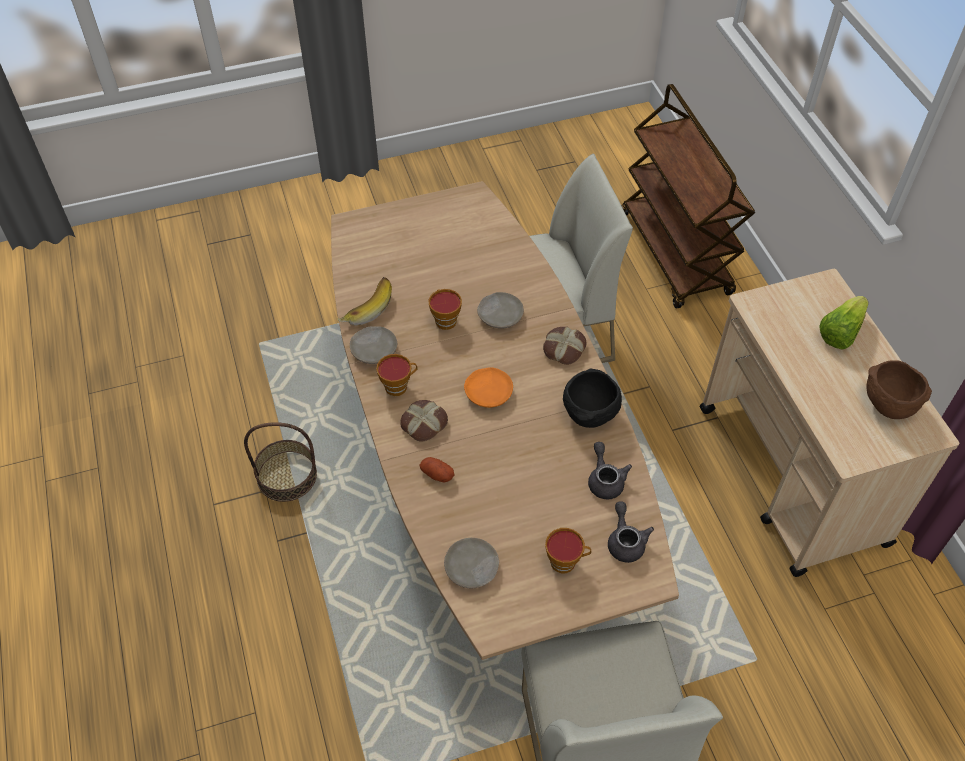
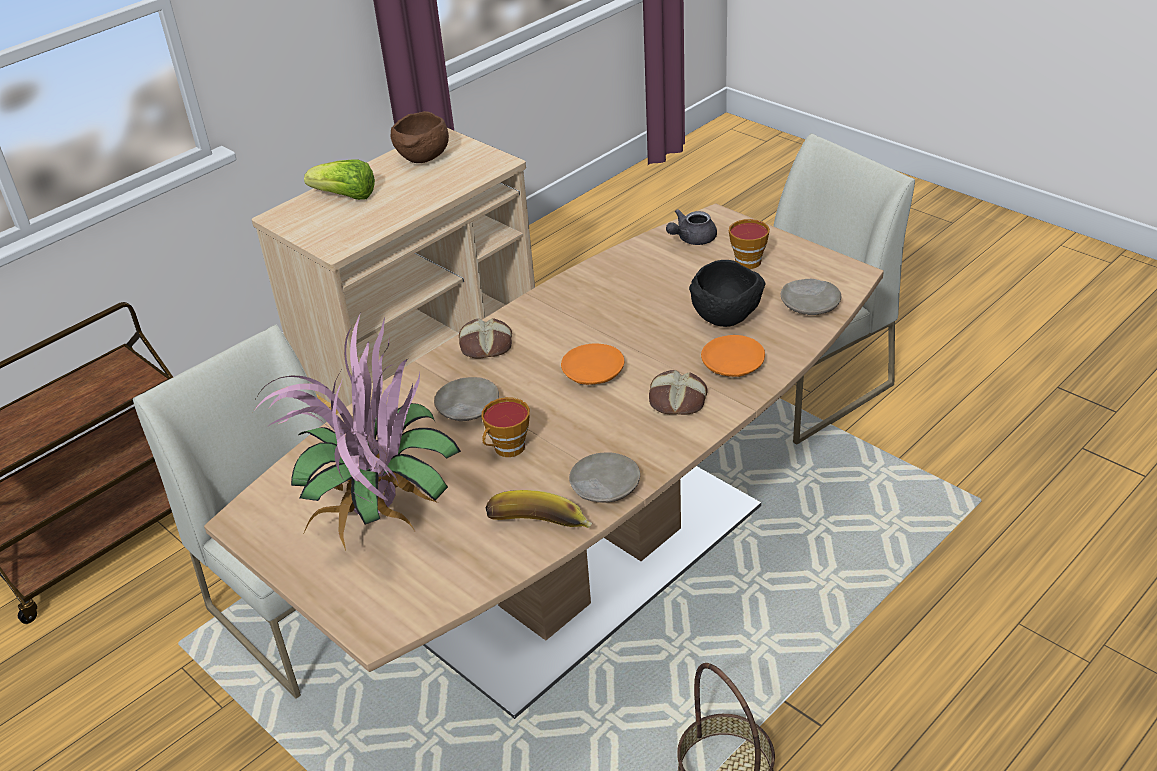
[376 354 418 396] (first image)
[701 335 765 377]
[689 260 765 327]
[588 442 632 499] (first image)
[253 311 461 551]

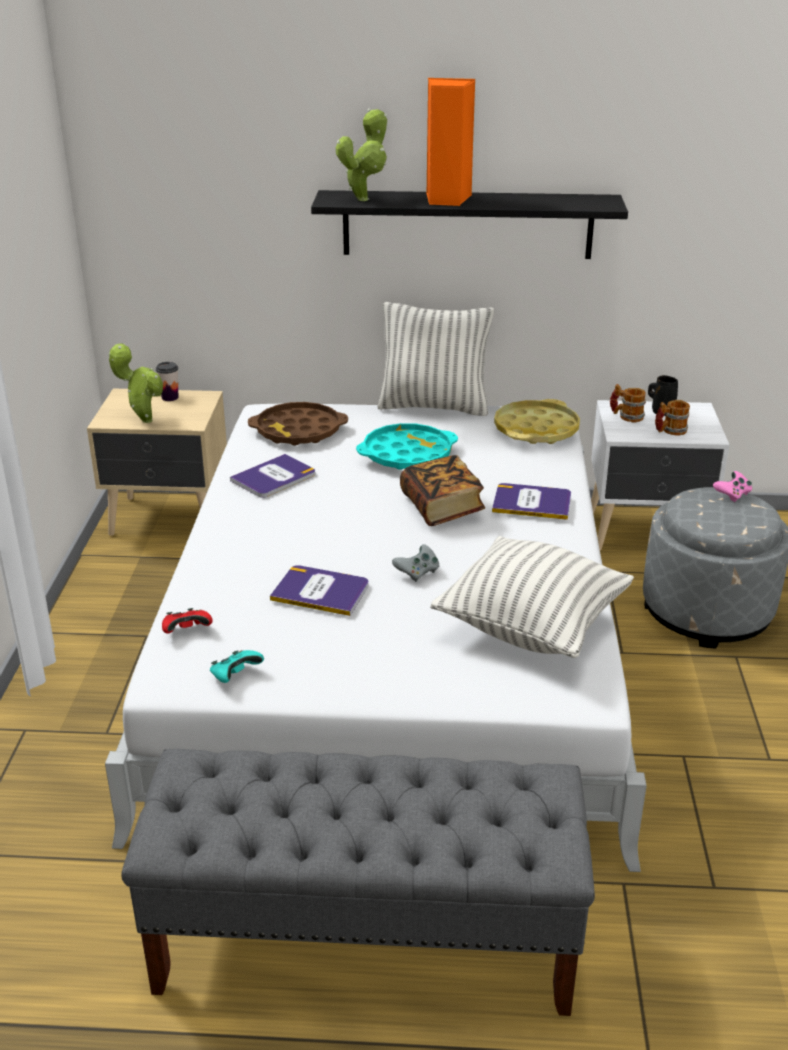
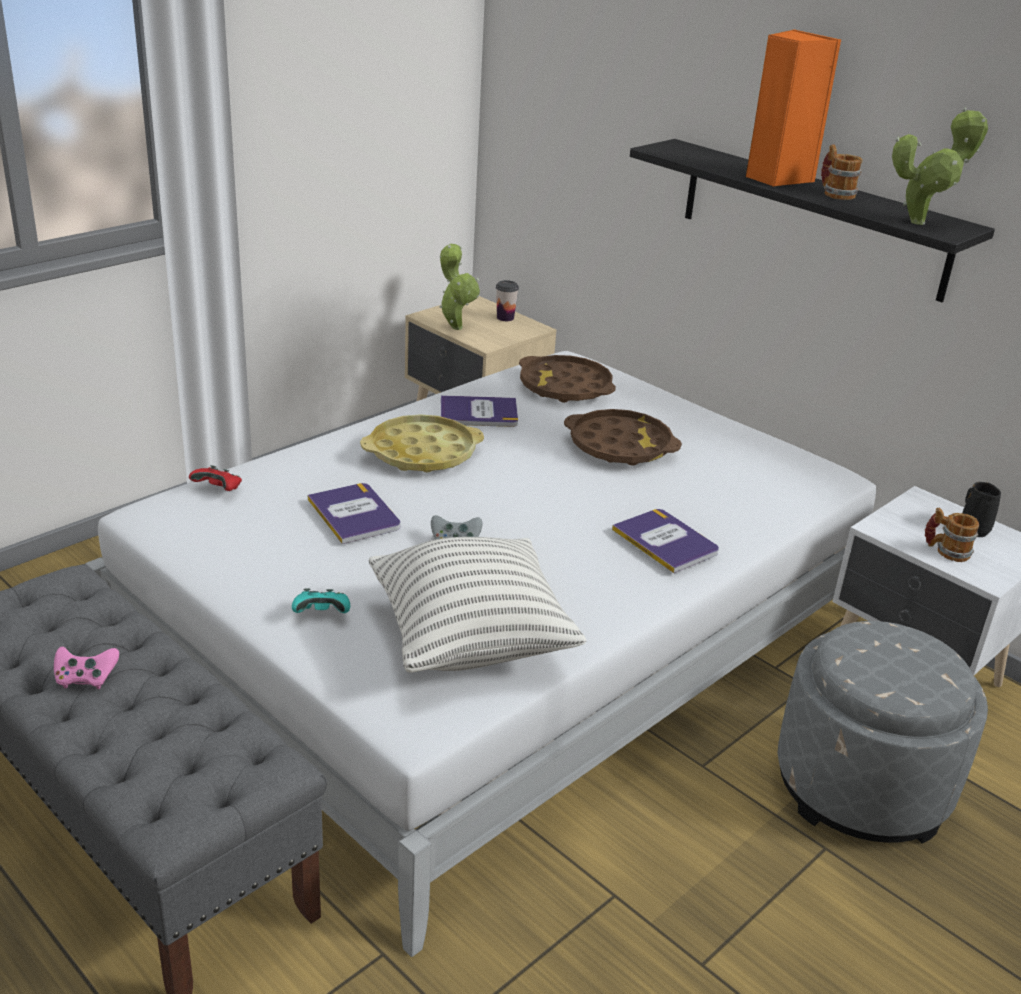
[292 588 350 613]
[892 107 988 225]
[564 409 682 465]
[377 302 494 416] (first image)
[400 455 485 526] (first image)
[360 414 484 473]
[821 144 863 200]
[54 647 119 689]

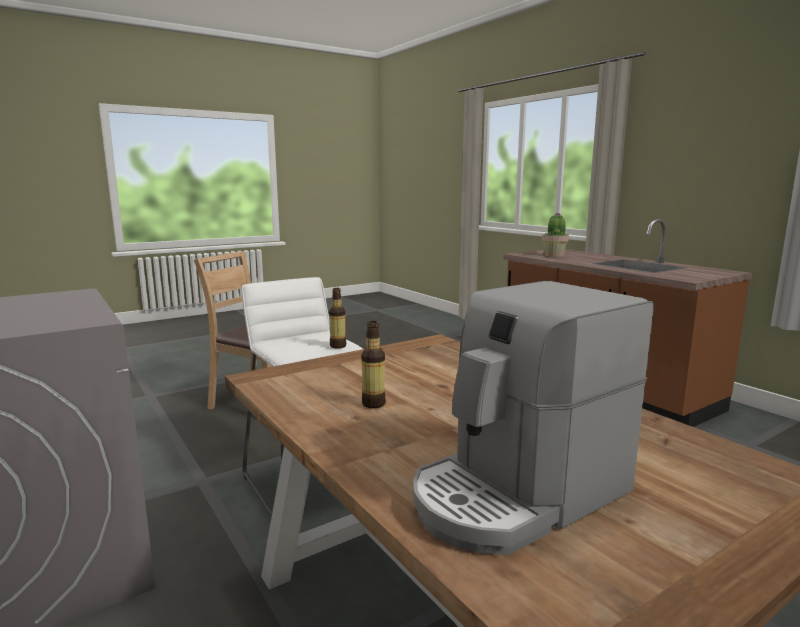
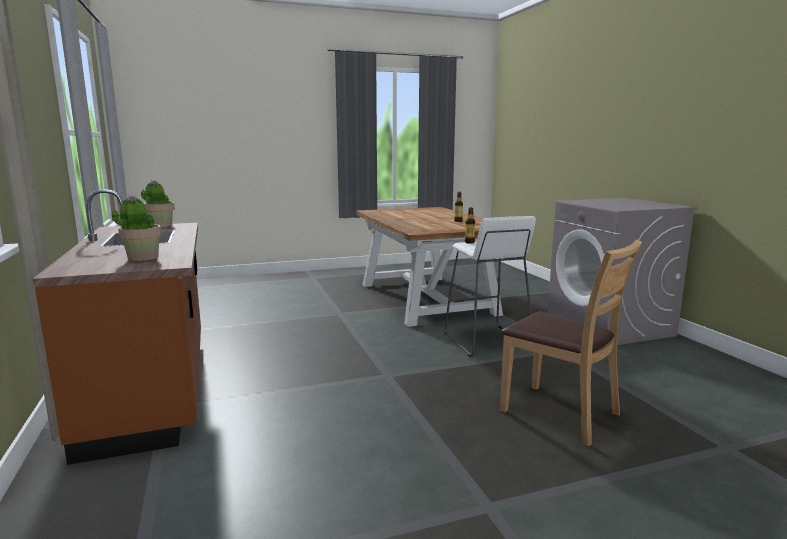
[413 281 654 555] (first image)
[141 180 175 227]

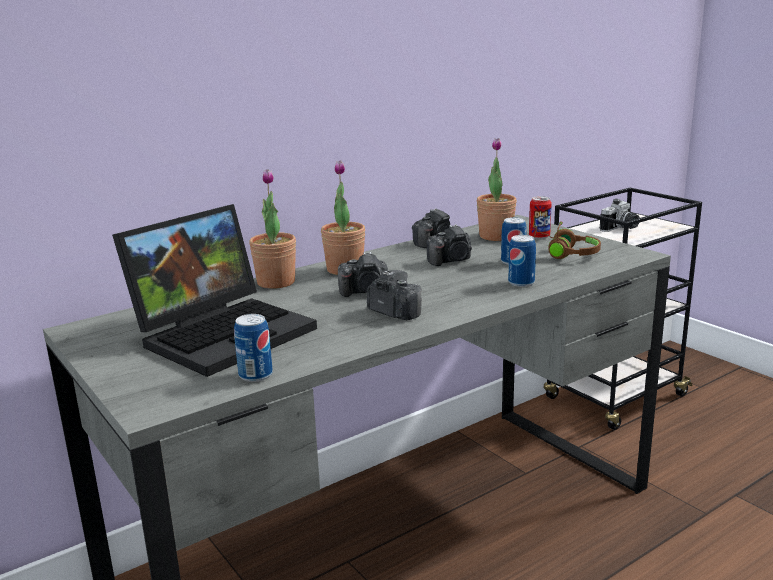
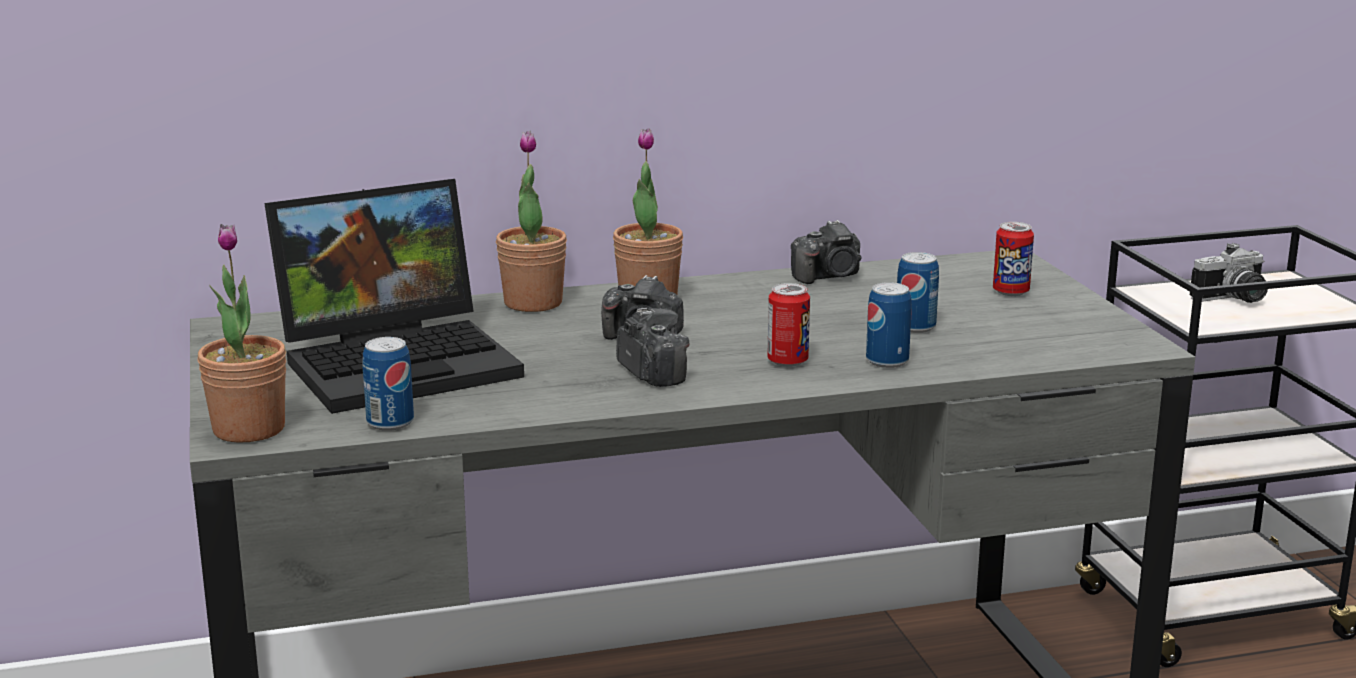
[426 224 472 266] (first image)
[197 224 286 443]
[533 221 601 259] (first image)
[767 283 810 367]

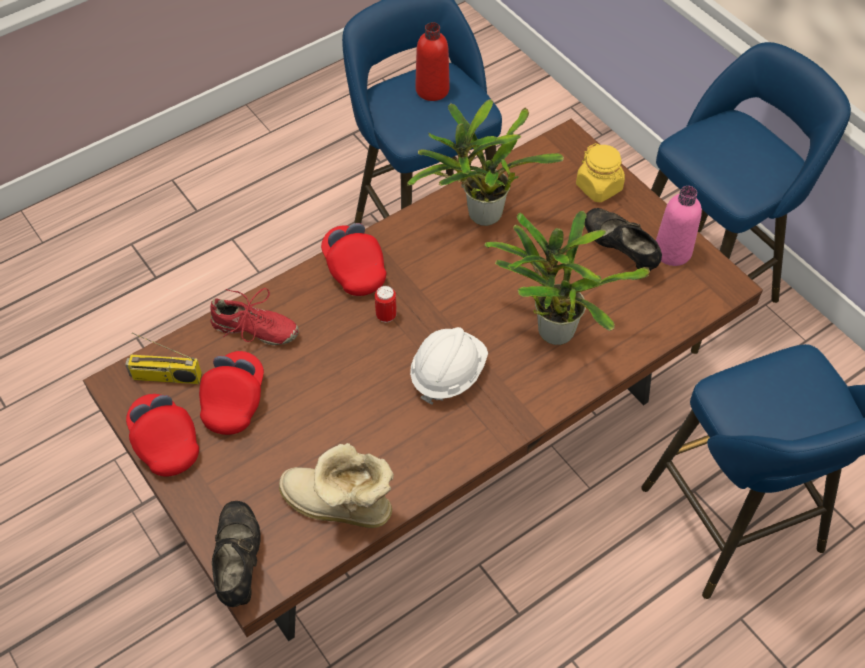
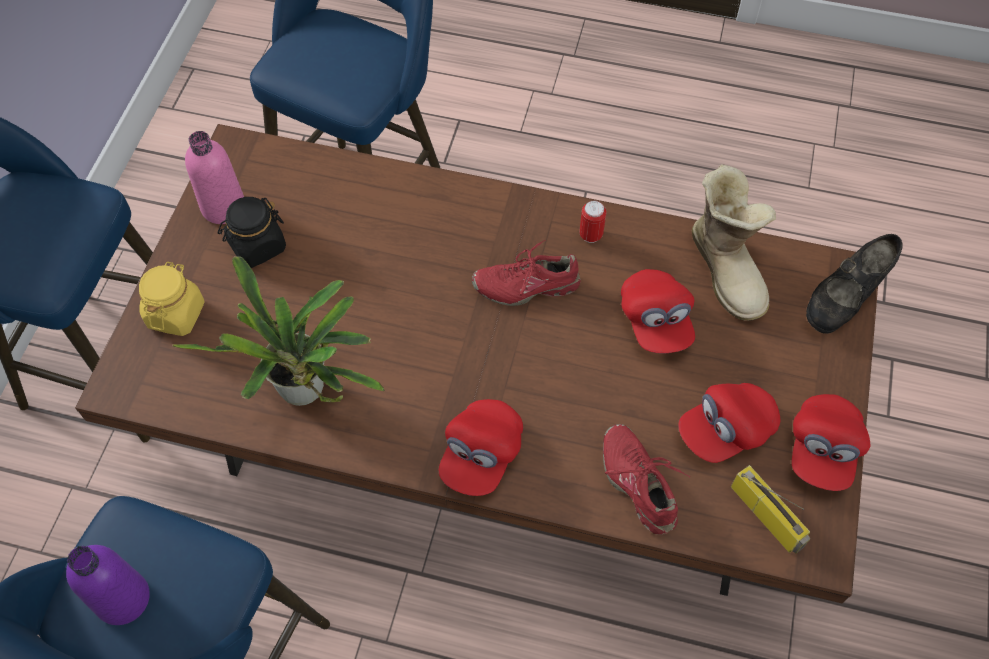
[579 200 606 243]
[472 240 581 306]
[66 545 150 625]
[484 211 650 345] (first image)
[218 197 286 268]
[621 269 695 354]

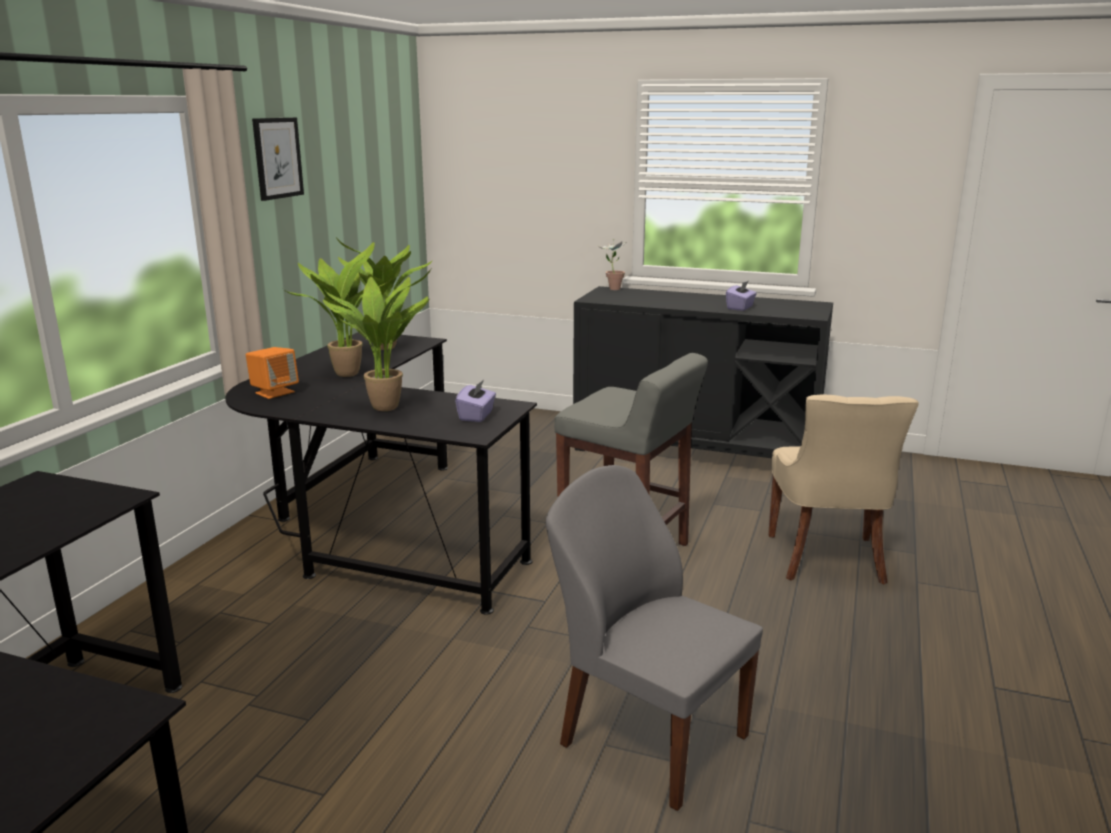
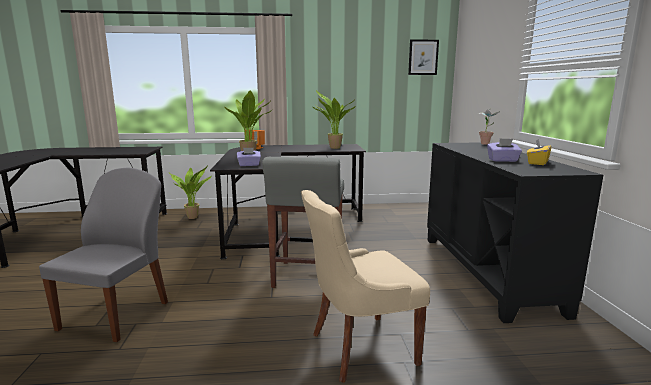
[408 39 439 75]
[169 165 212 219]
[527 139 552 165]

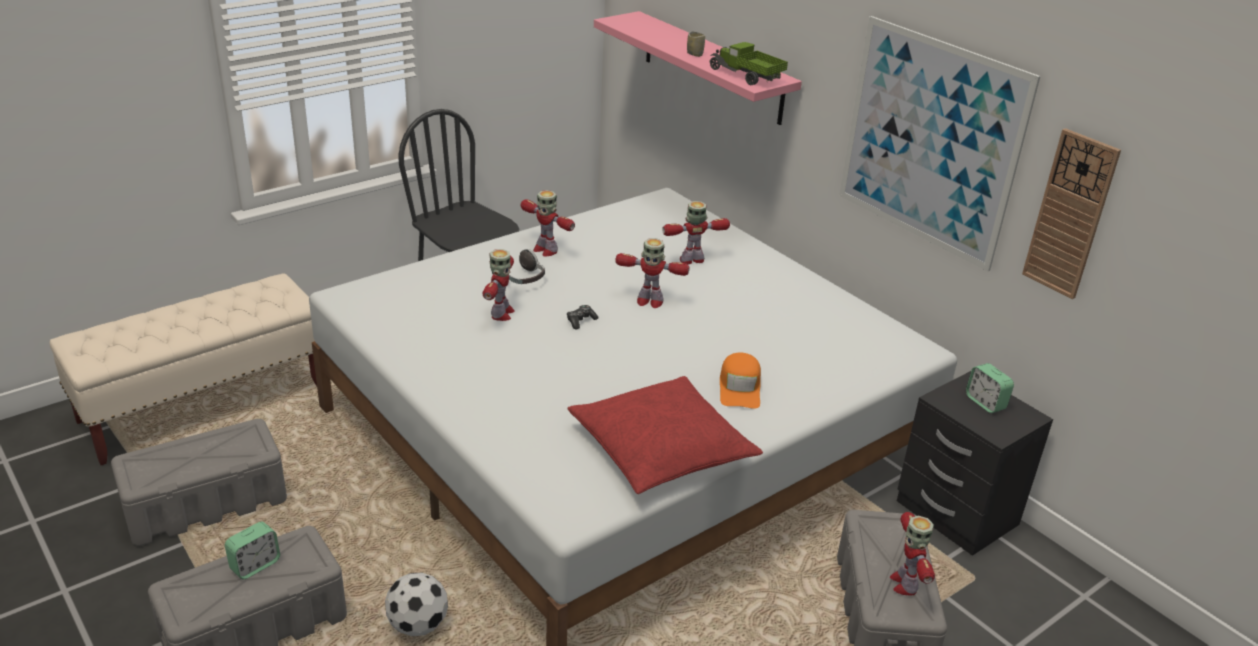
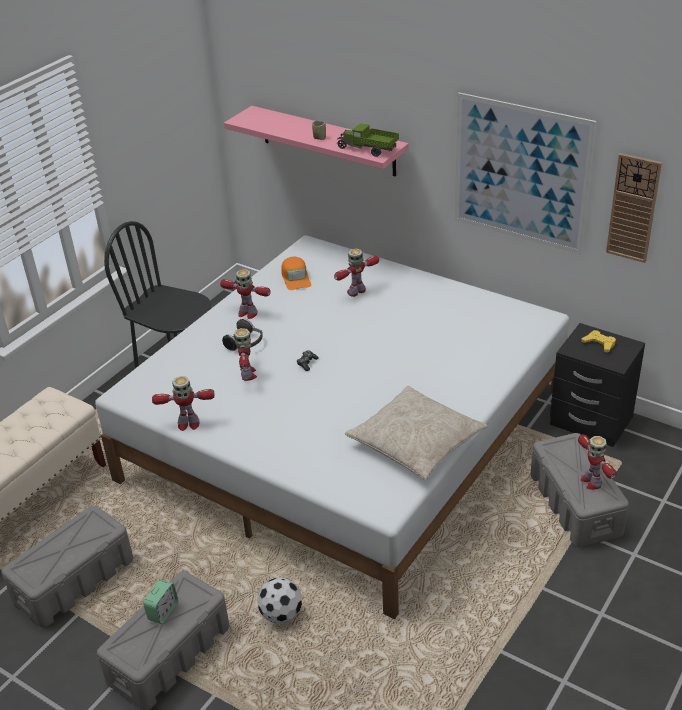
[345 386 488 480]
[152 376 215 431]
[281 257 311 290]
[581 330 616 352]

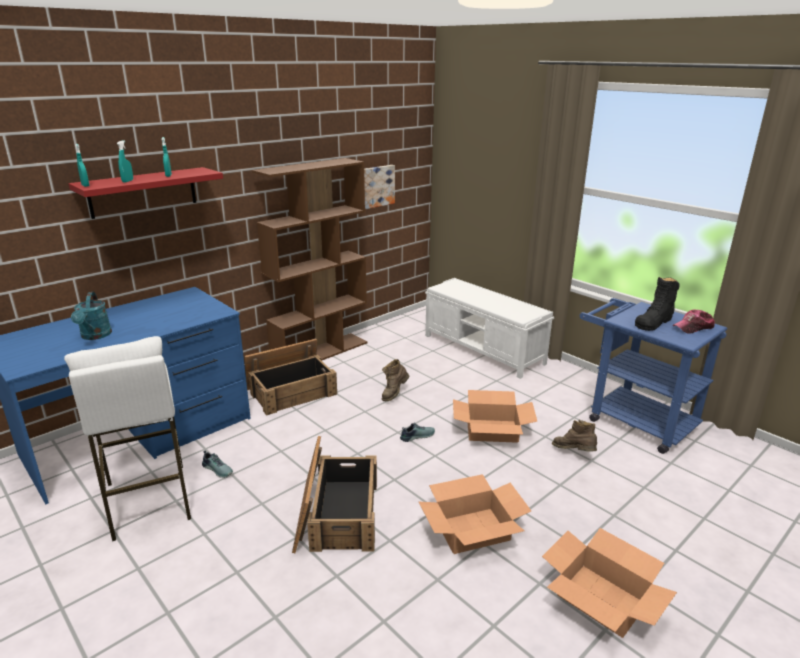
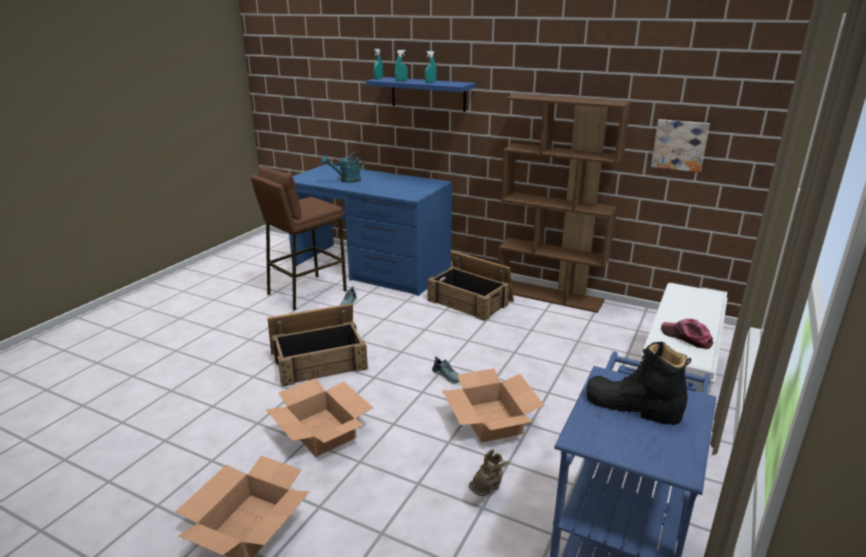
[251 166 347 310]
[366 77 476 112]
[382 359 409 401] (first image)
[661 319 713 349]

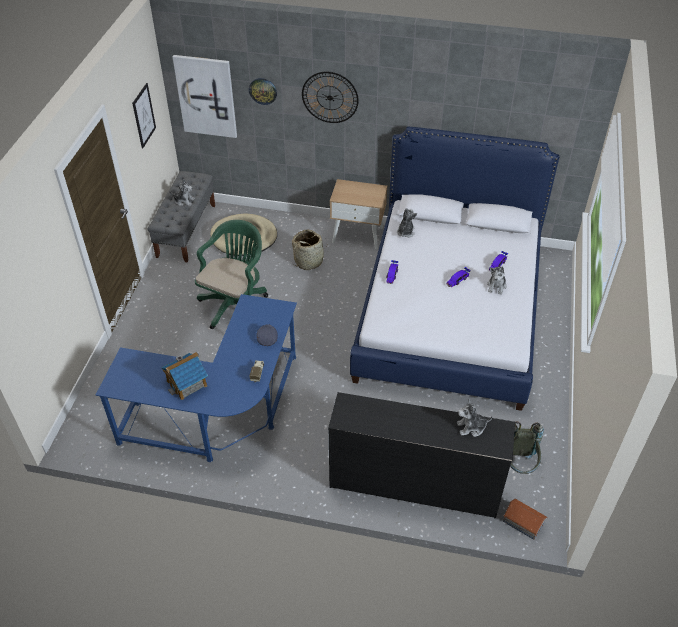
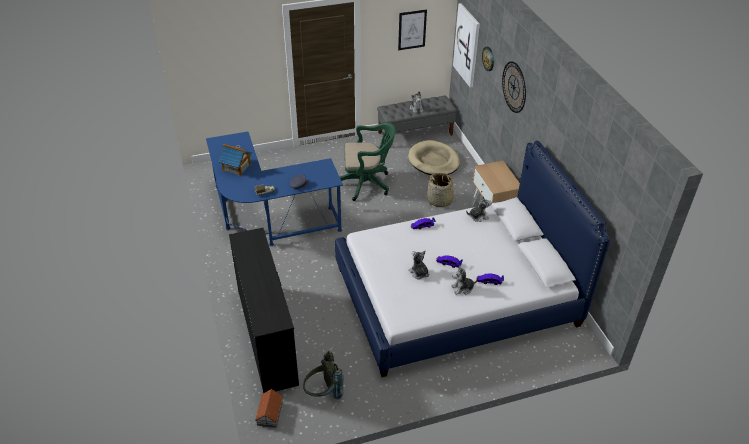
[408 251 429 279]

